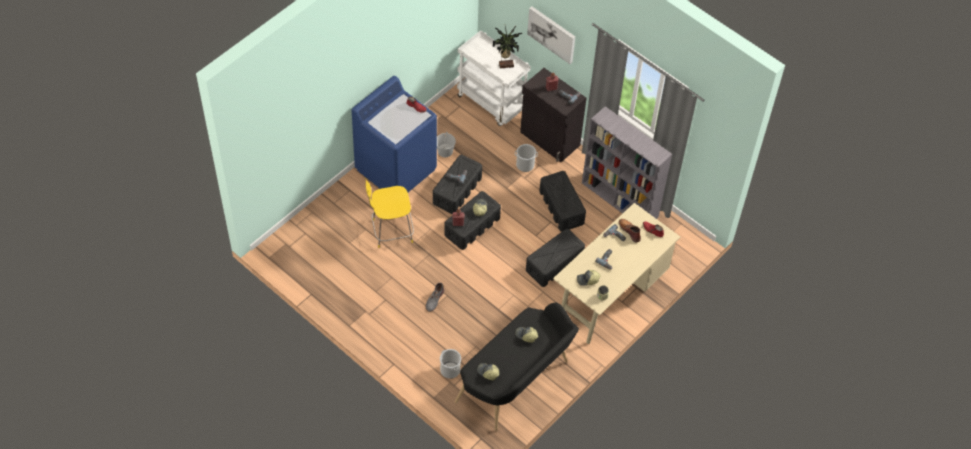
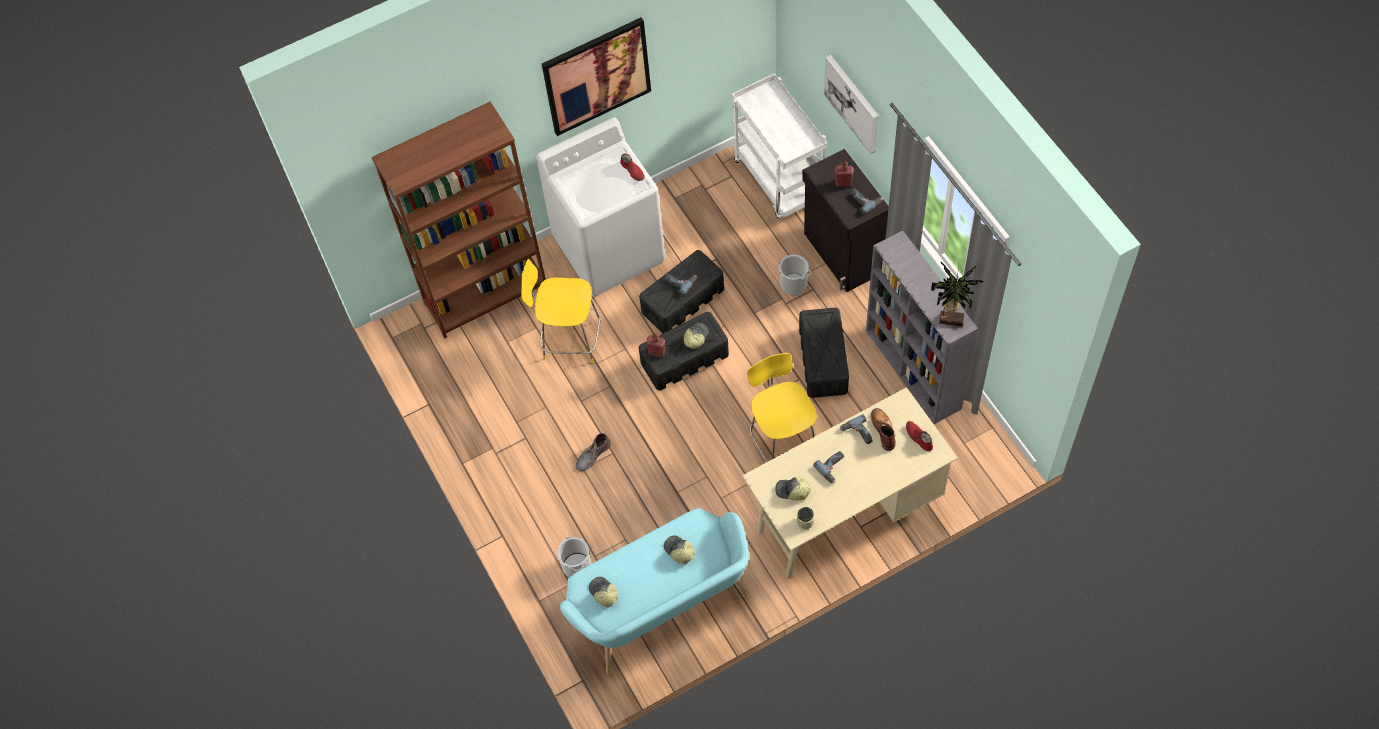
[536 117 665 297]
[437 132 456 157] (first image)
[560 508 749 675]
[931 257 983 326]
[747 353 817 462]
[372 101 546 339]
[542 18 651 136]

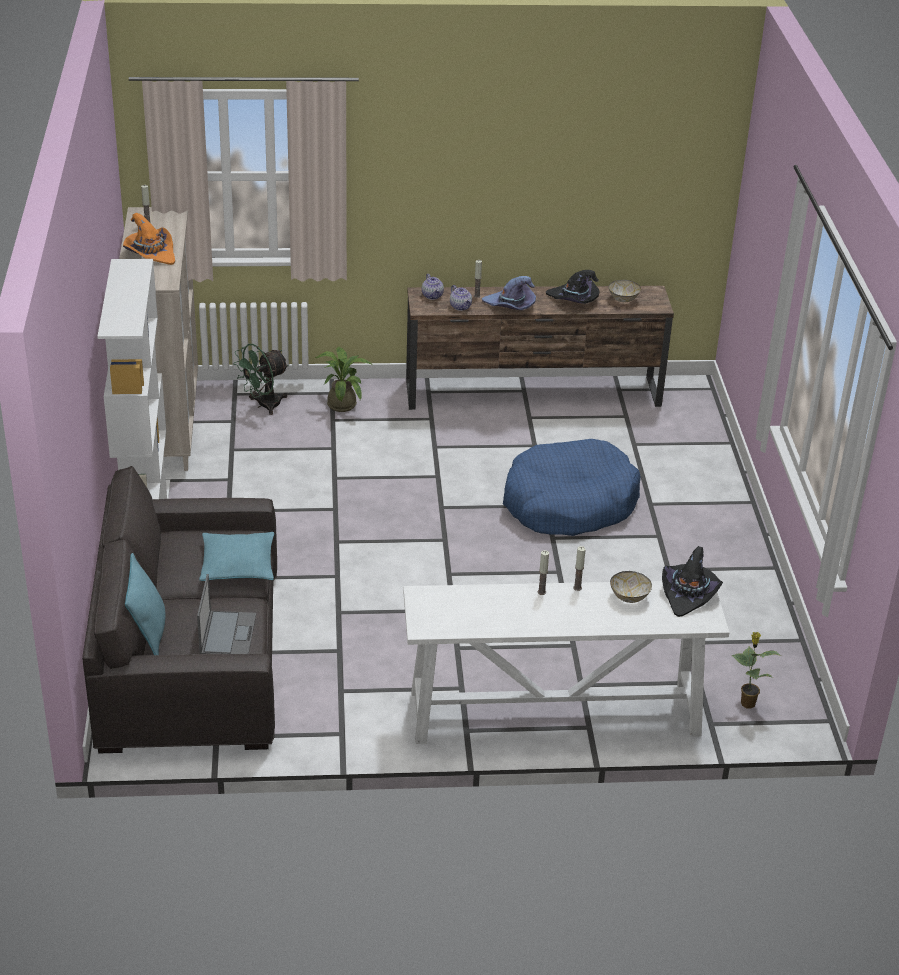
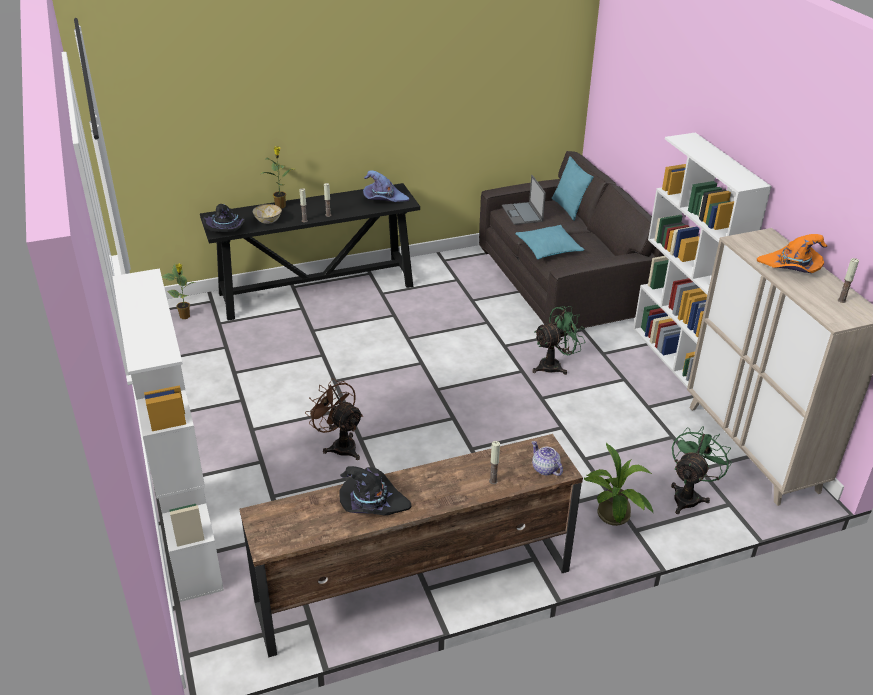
[200 183 420 321]
[450 285 472 311] (first image)
[363 170 409 202]
[305 378 363 460]
[609 280 641 302] (first image)
[112 268 224 602]
[261 146 293 209]
[532 306 585 375]

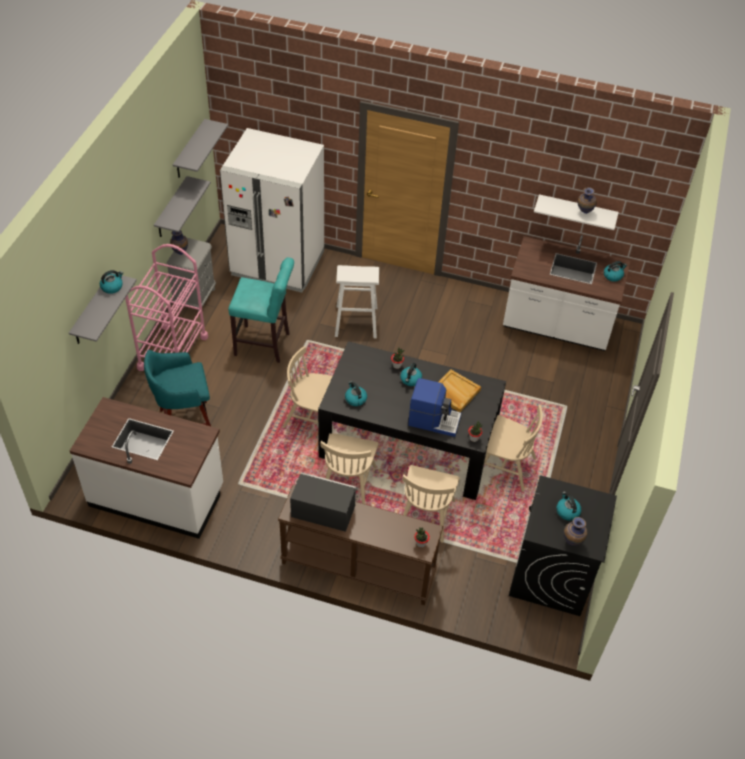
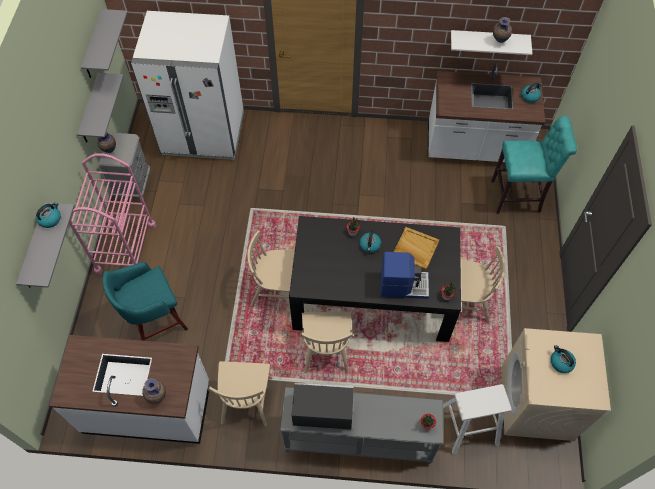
[491 116 577 214]
[280 387 443 464]
[443 384 512 455]
[345 381 367 406] (first image)
[209 361 272 427]
[501 328 611 441]
[142 378 166 404]

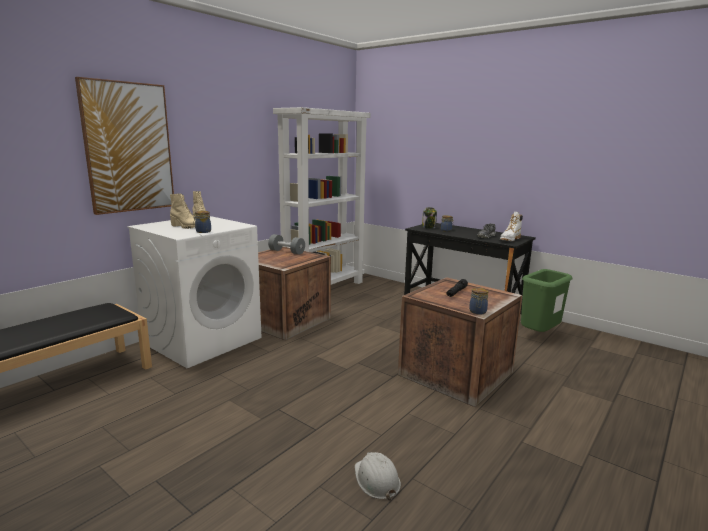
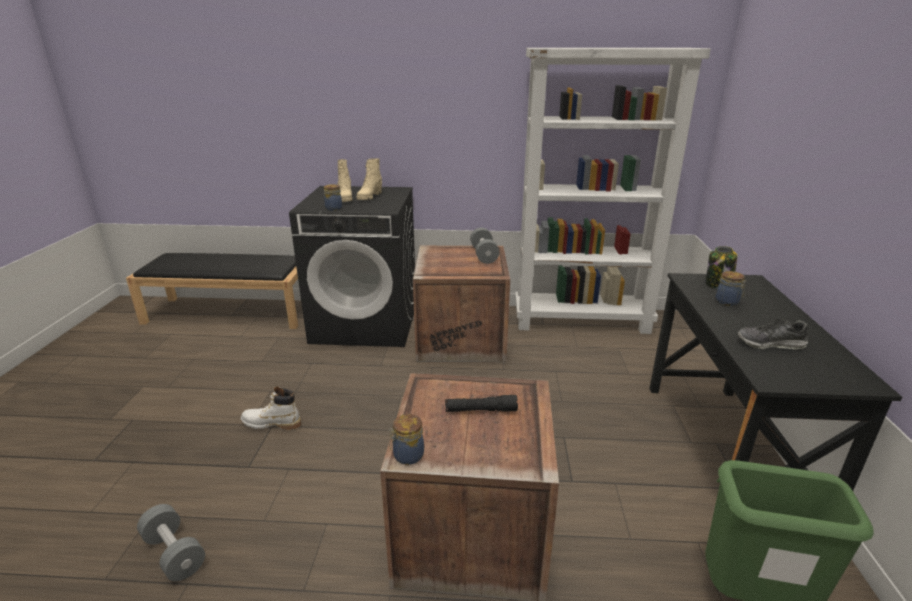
[75 77 174 215] (first image)
[289 186 415 347]
[137 504 205 581]
[241 386 301 430]

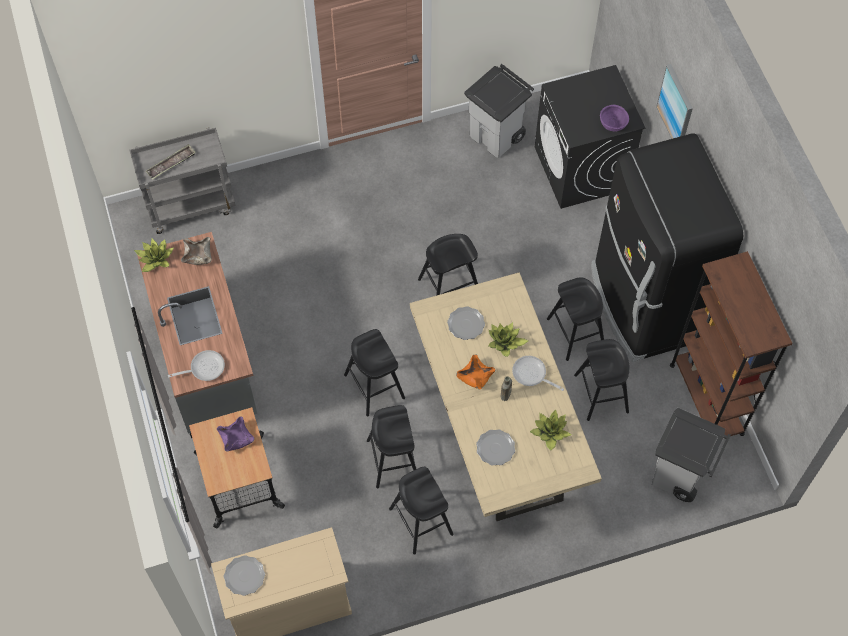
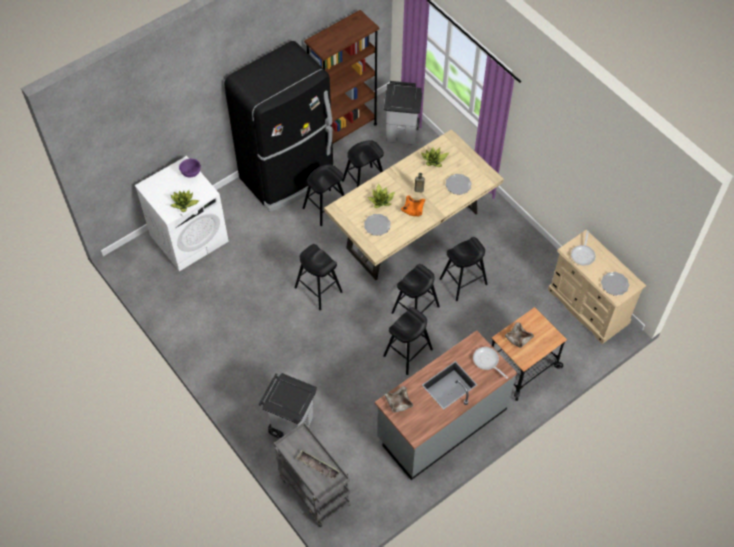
[170 190 199 212]
[505 322 534 348]
[383 307 433 375]
[259 373 317 438]
[571 231 596 266]
[135 156 229 271]
[656 64 693 139] (first image)

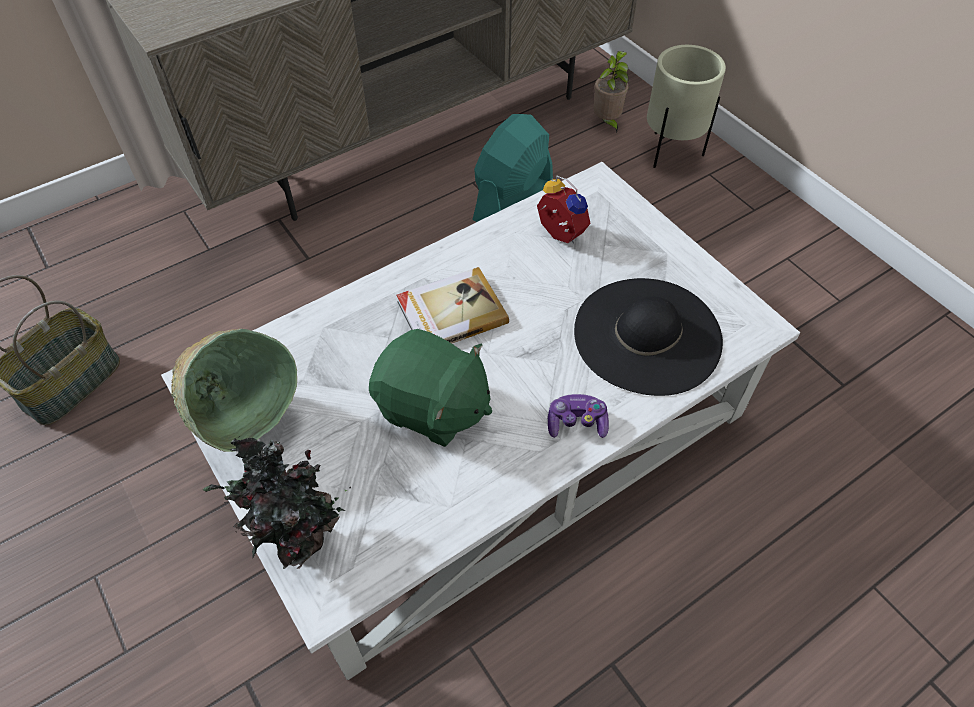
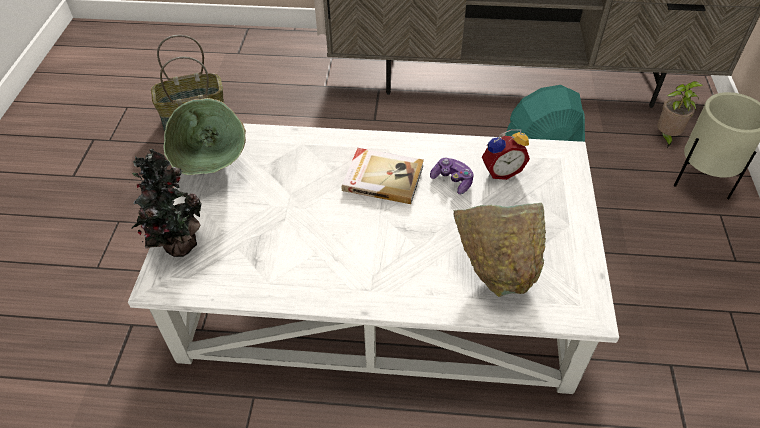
[369 329 492 447] (first image)
[482 129 530 180]
[430 158 474 194]
[453 203 546 297]

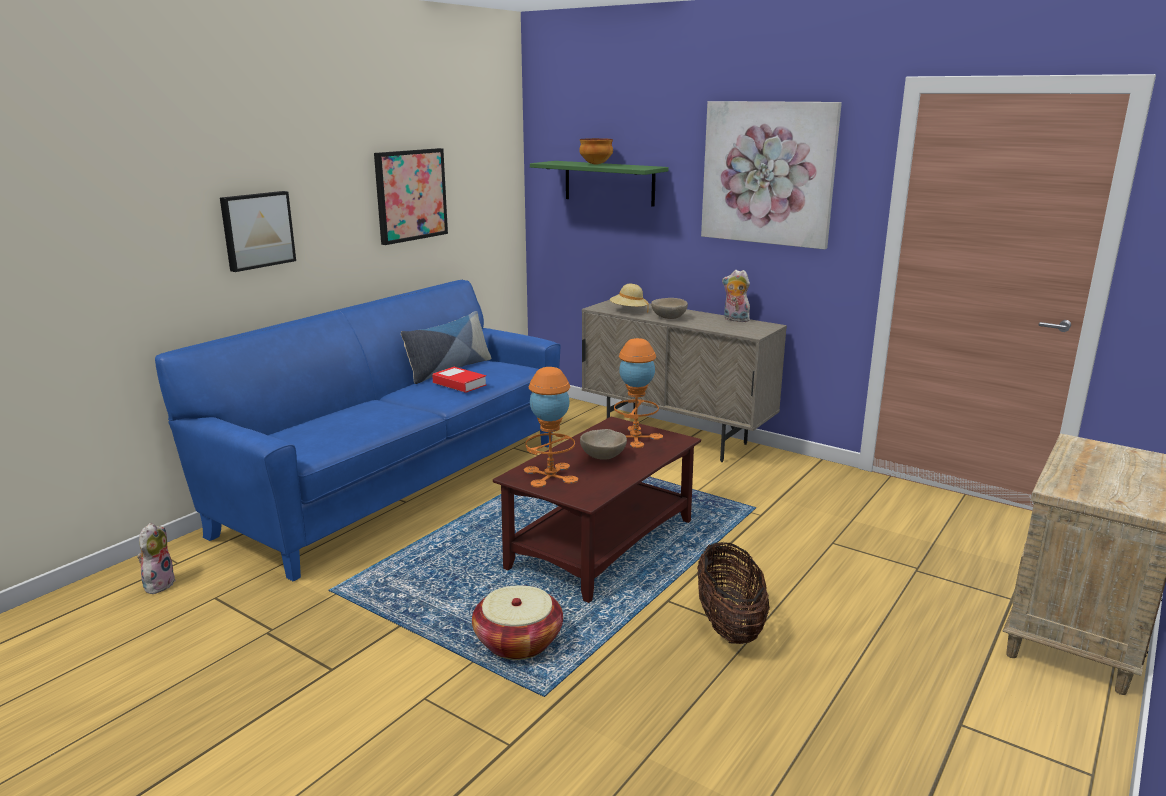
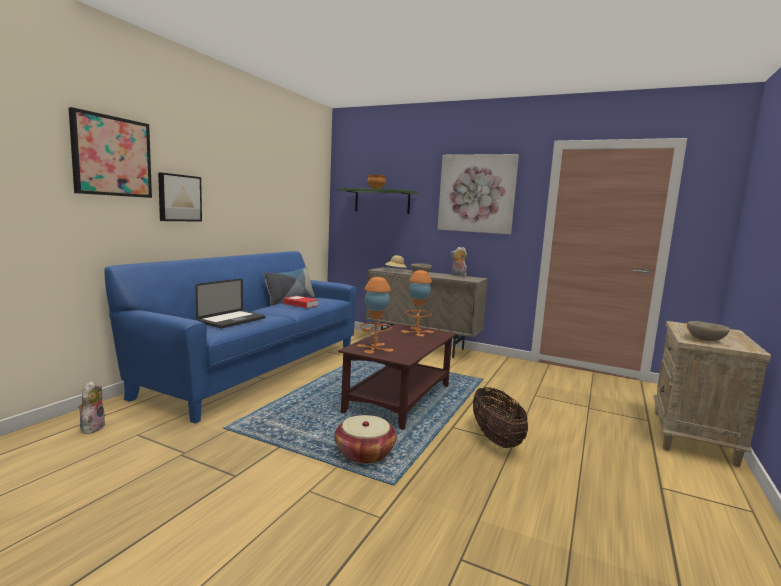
[69 107 152 198]
[687 321 730 341]
[195 279 266 328]

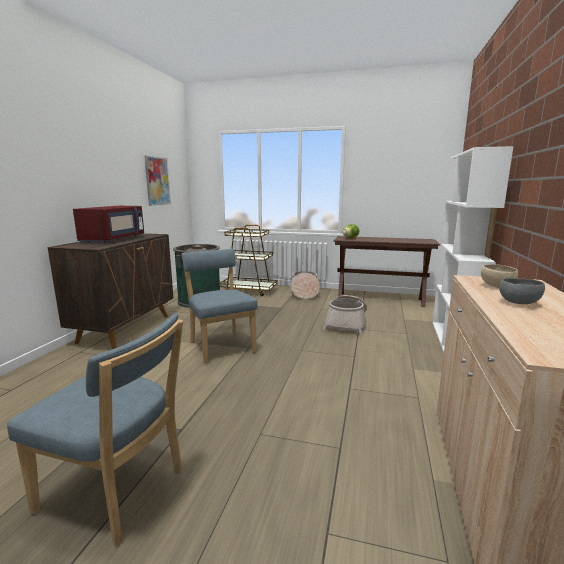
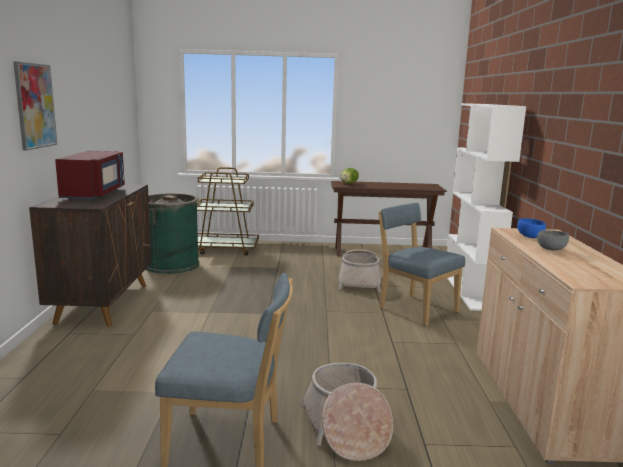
[13 61 57 151]
[379 203 465 326]
[300 363 393 461]
[517 218 546 238]

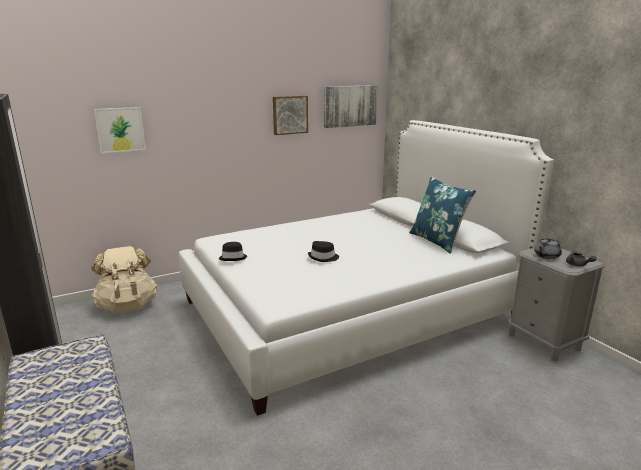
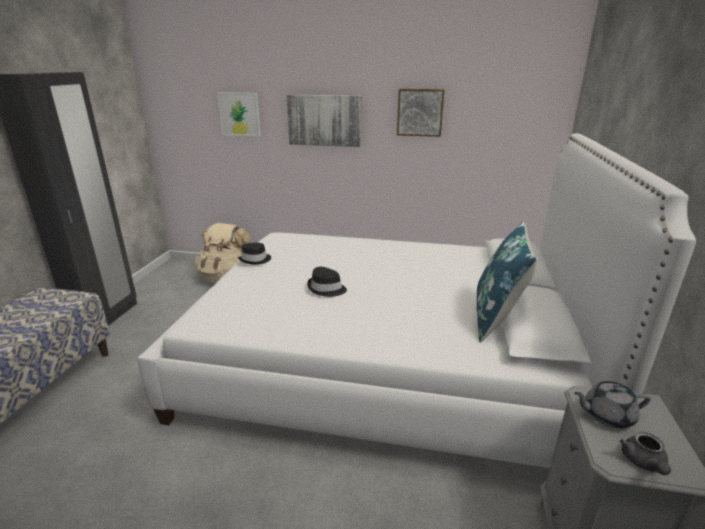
[286 95 362 147]

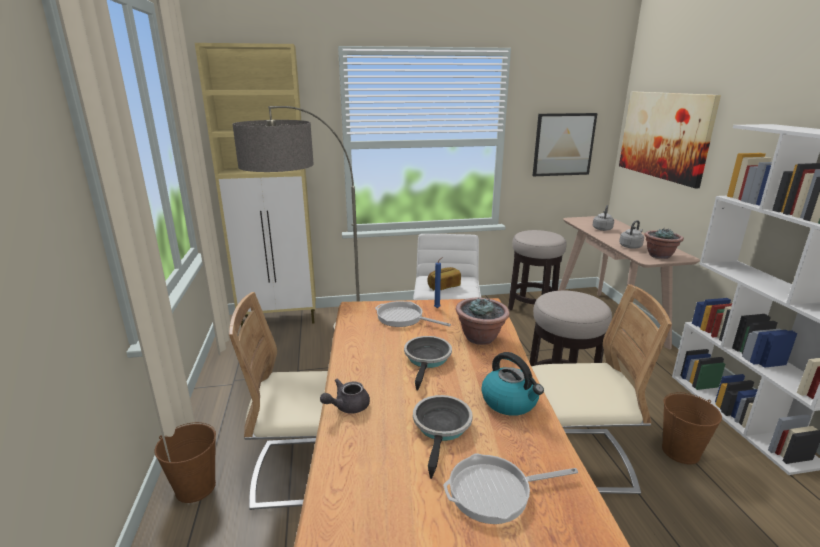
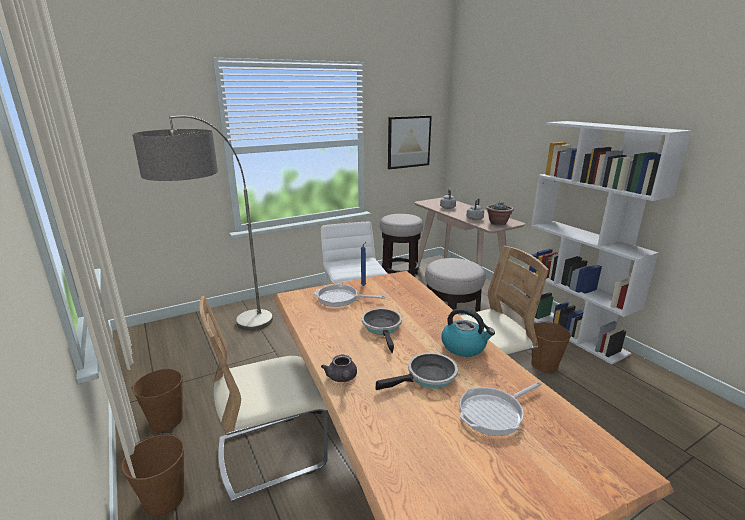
[195 43 316 327] (first image)
[321 355 357 382]
[375 353 458 390]
[427 267 461 291] (first image)
[456 298 510 345] (first image)
[619 92 721 188] (first image)
[131 369 183 432]

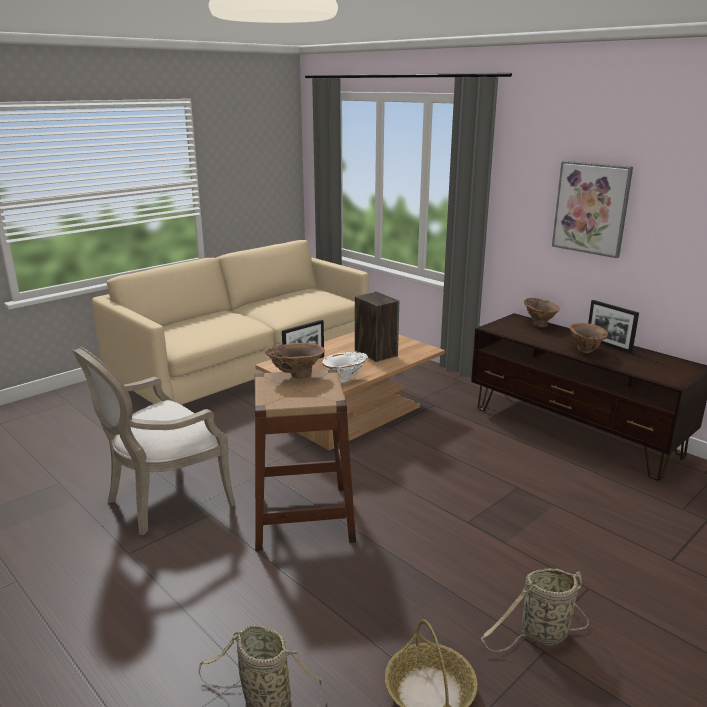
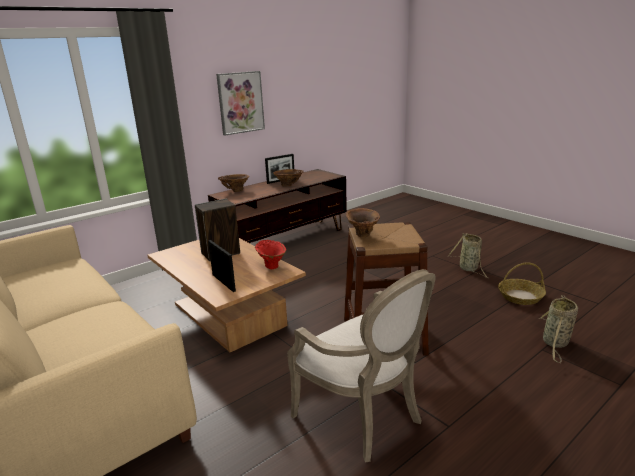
[255 240 286 269]

